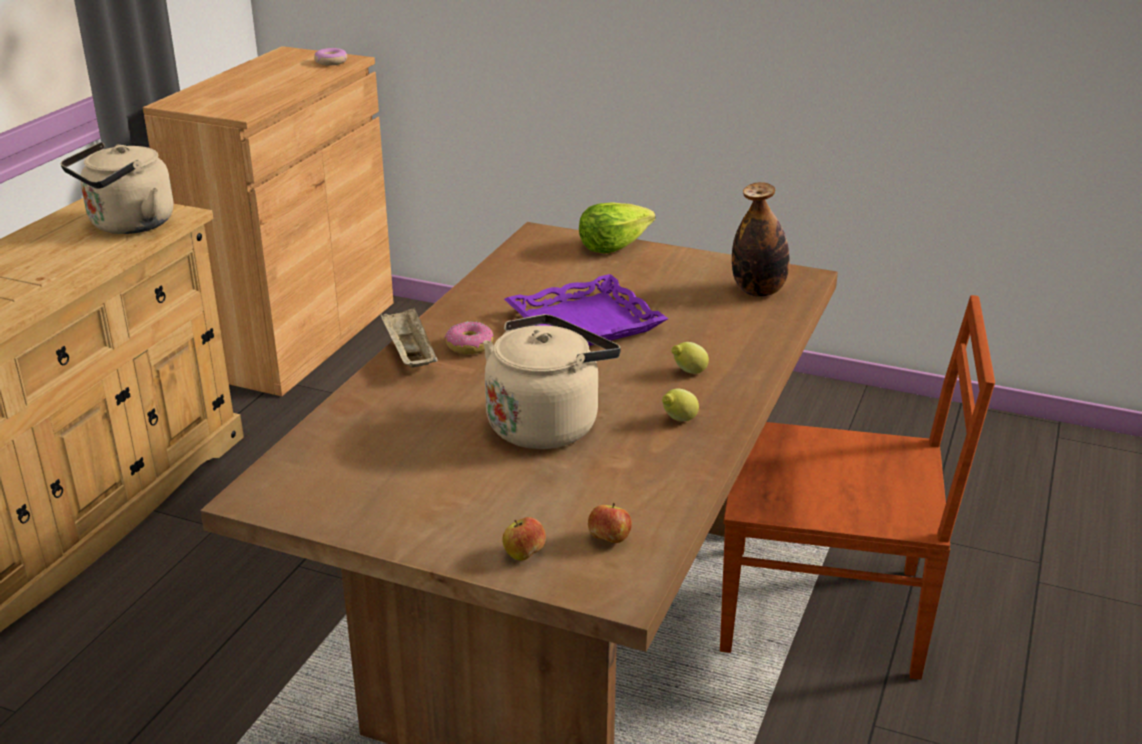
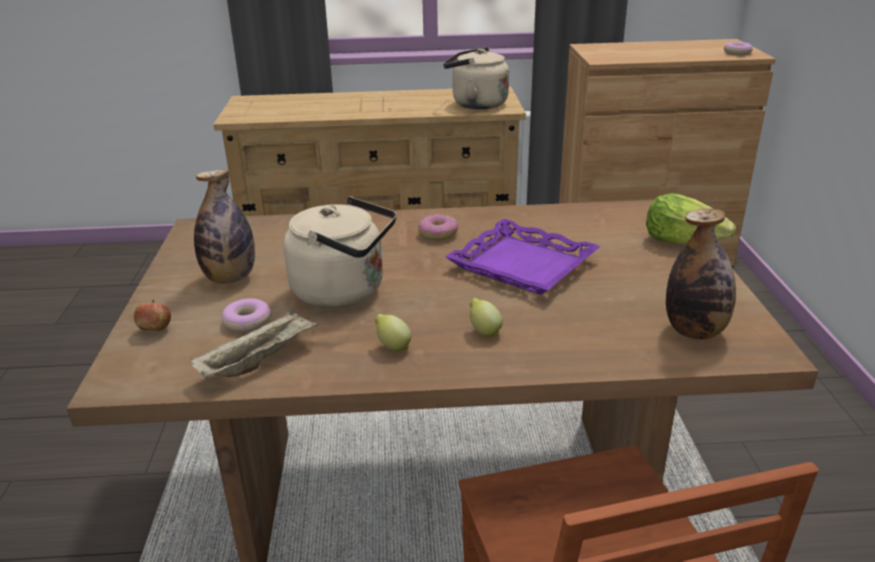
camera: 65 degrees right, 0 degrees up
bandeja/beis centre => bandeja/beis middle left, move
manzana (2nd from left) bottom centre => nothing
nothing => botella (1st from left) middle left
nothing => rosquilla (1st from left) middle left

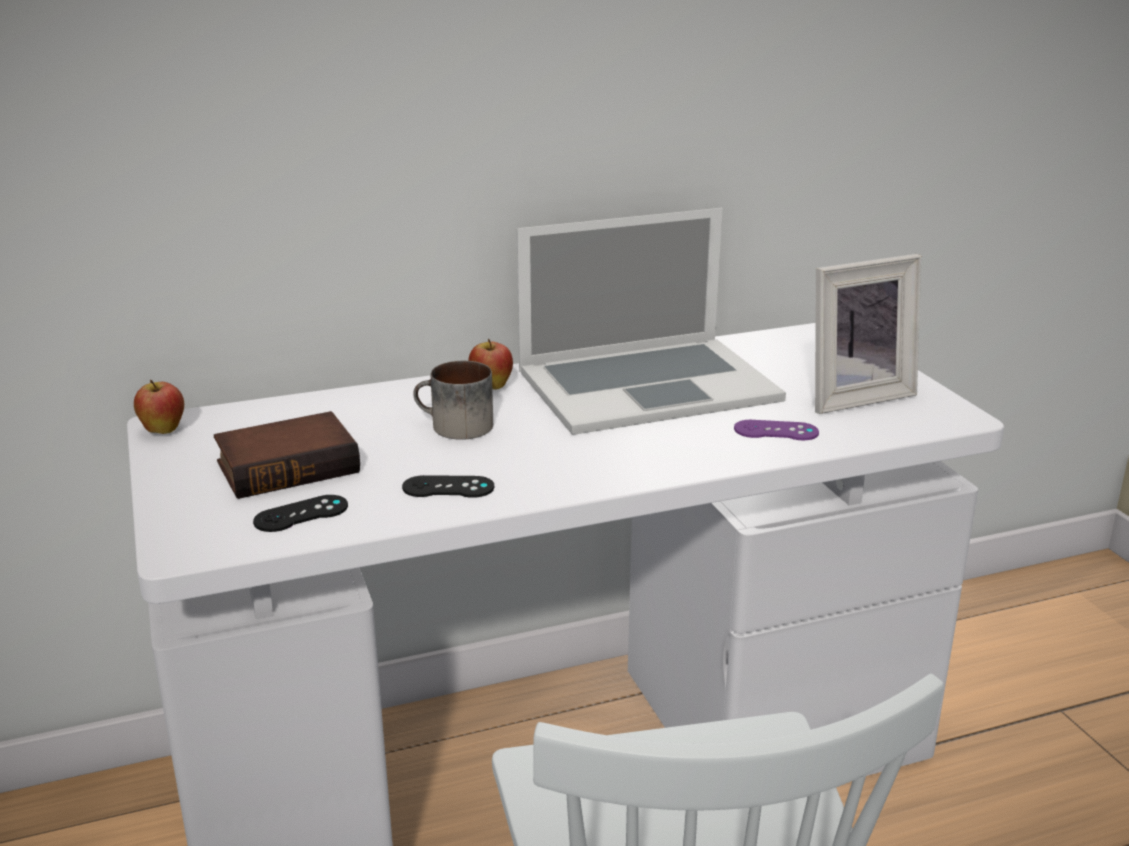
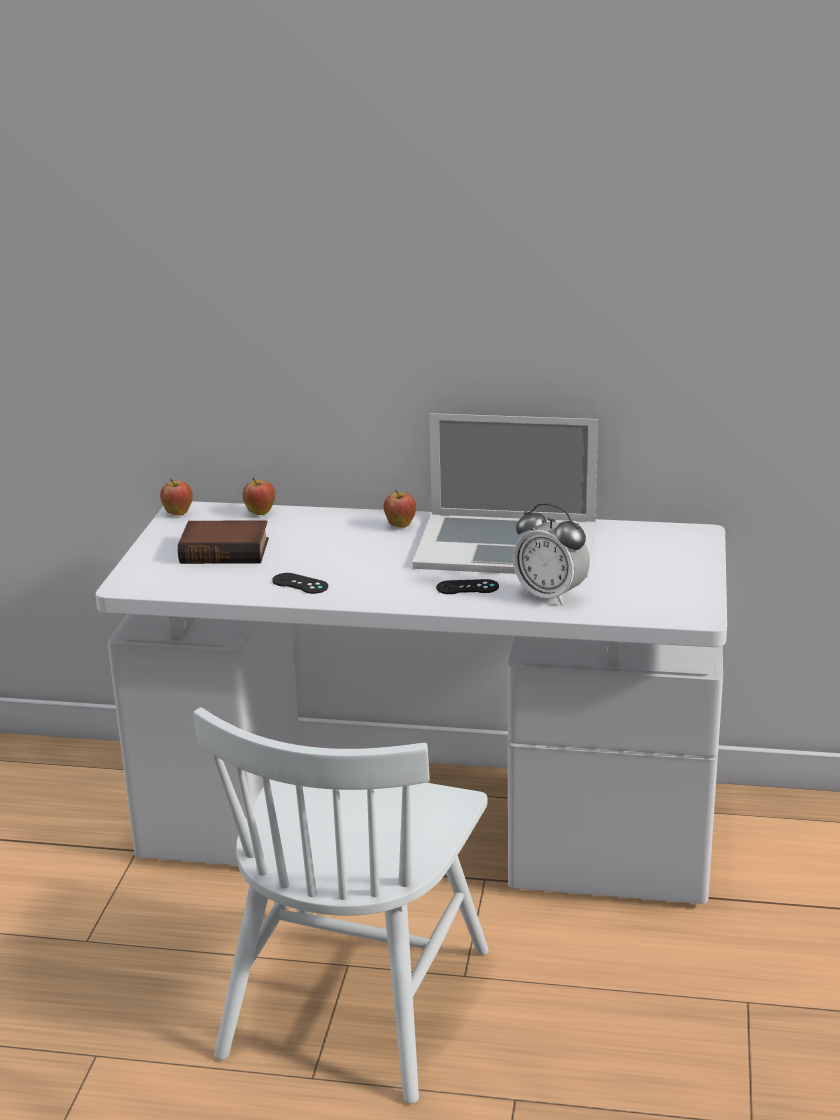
camera: 30 degrees right, 0 degrees up
mando de consola/negro (1st from left in the first image) middle left => mando de consola/negro (2nd from left) centre, move
taza grande centre => nothing
mando de consola/morado middle right => despertador centre
portarretratos middle right => nothing
nothing => manzana (2nd from left) middle left

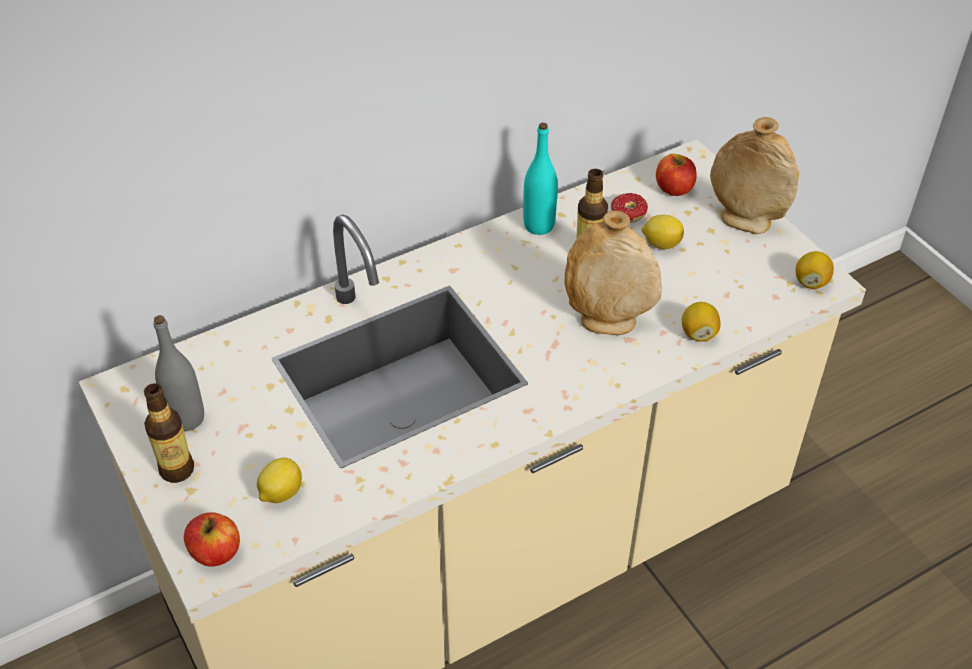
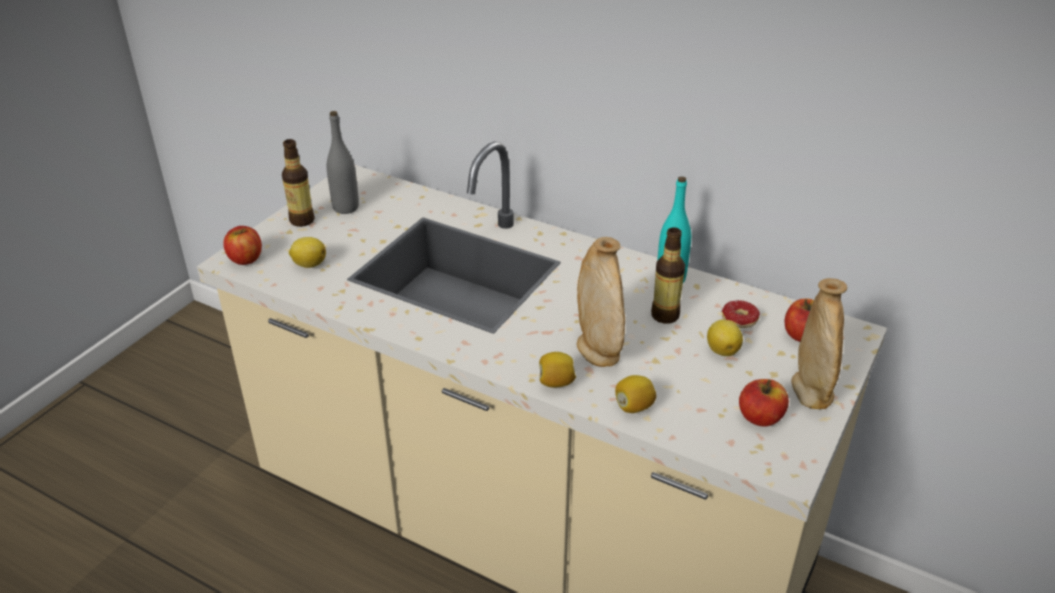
camera: 60 degrees right, 10 degrees down
limón (4th from left in the first image) middle right => limón (2nd from left) centre, move
nothing => manzana (2nd from left) bottom right

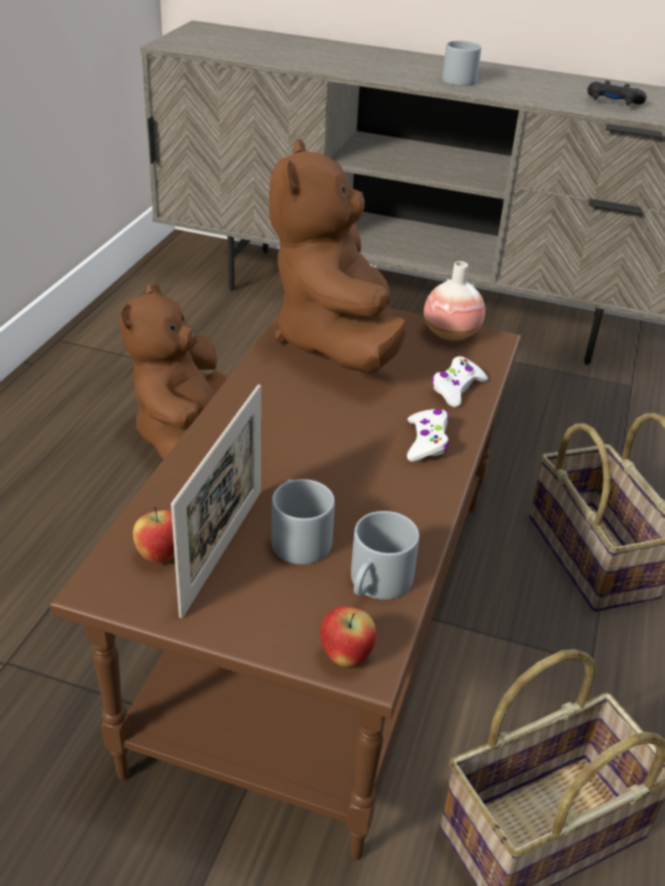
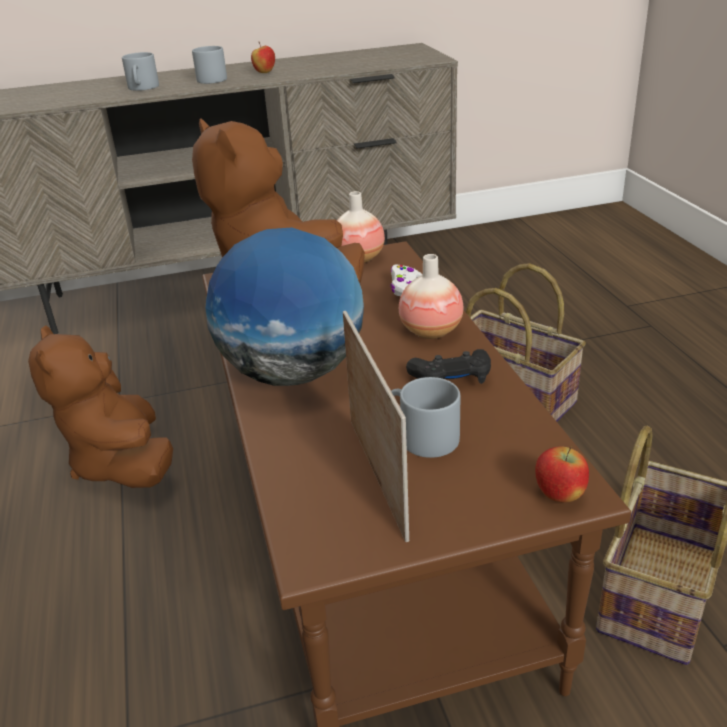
camera: 30 degrees left, 5 degrees down
manzana (1st from left) middle left => manzana (1st from left) top centre, move
taza grande/gris (2nd from left in the first image) centre => taza grande/gris (1st from left) top left, move
mando de consola/blanco (1st from left) centre => florero (2nd from left) centre
mando de consola/negro top right => mando de consola/negro centre, move
nothing => globo terráqueo centre

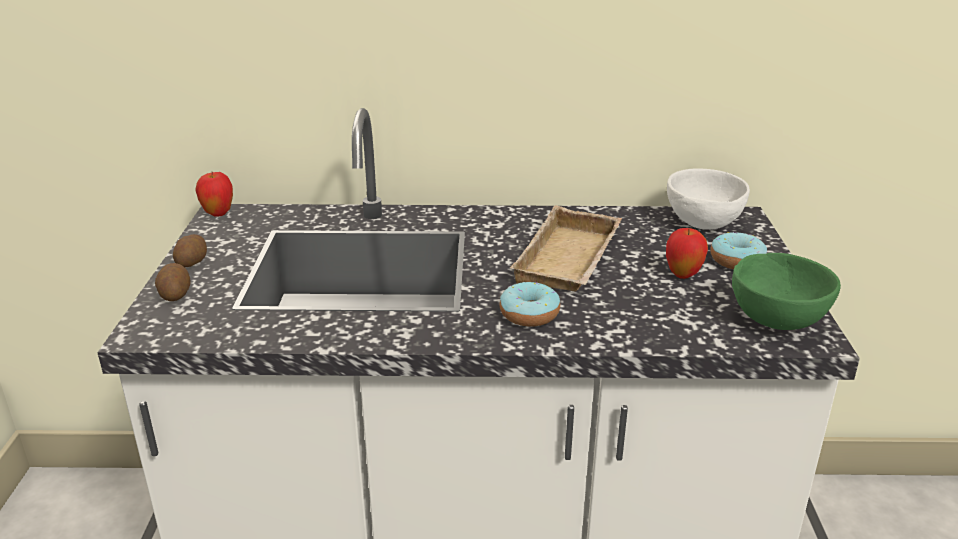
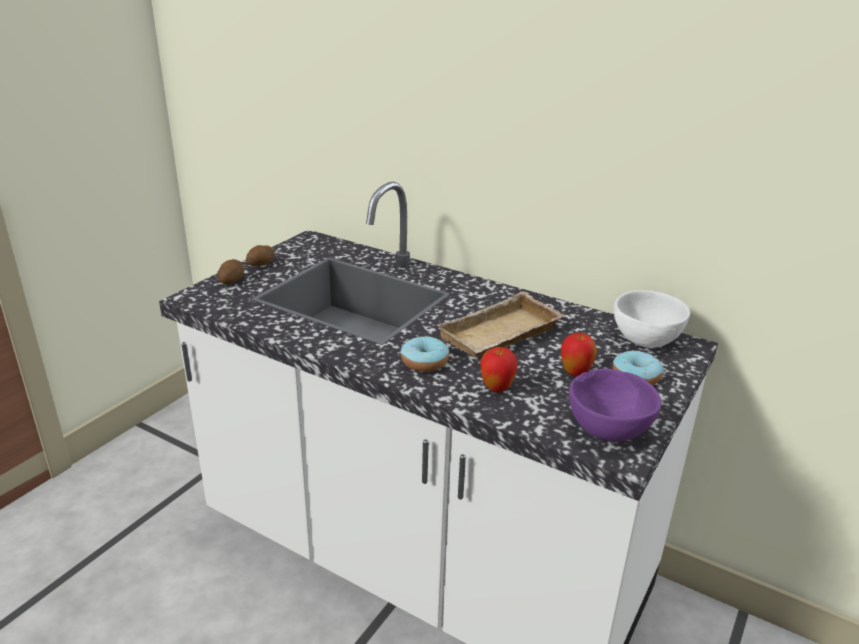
camera: 30 degrees right, 0 degrees up
manzana (1st from left) middle left => manzana (1st from left) centre, move
cuenco/verde middle right => cuenco/morado middle right

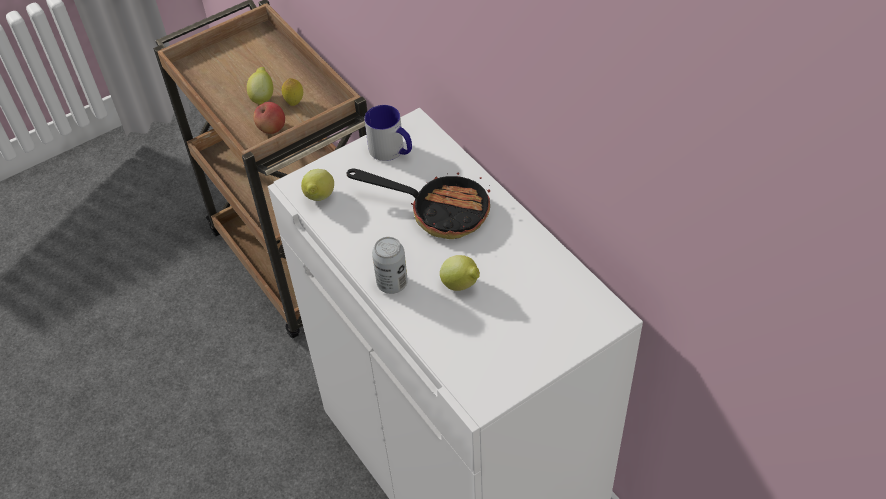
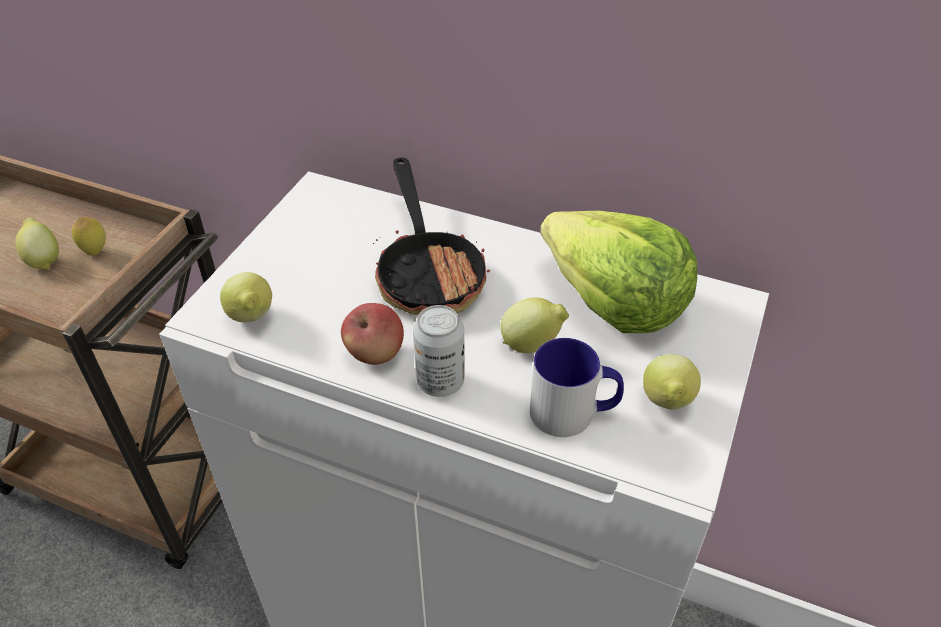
camera: 35 degrees left, 5 degrees down
manzana top left => manzana centre, move
sartén centre, 90 degrees clockwise
taza grande top centre => taza grande centre, move
nothing => lechuga centre
nothing => limón (5th from left) middle right

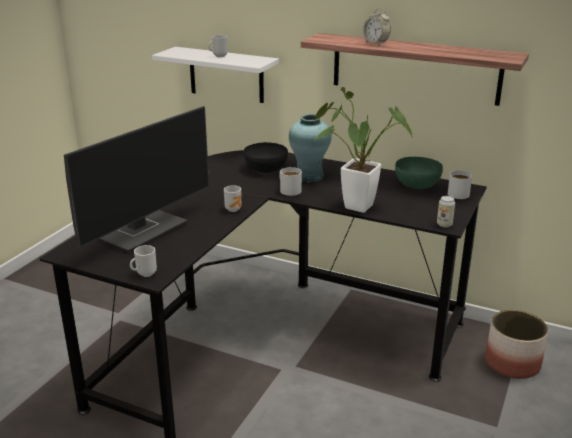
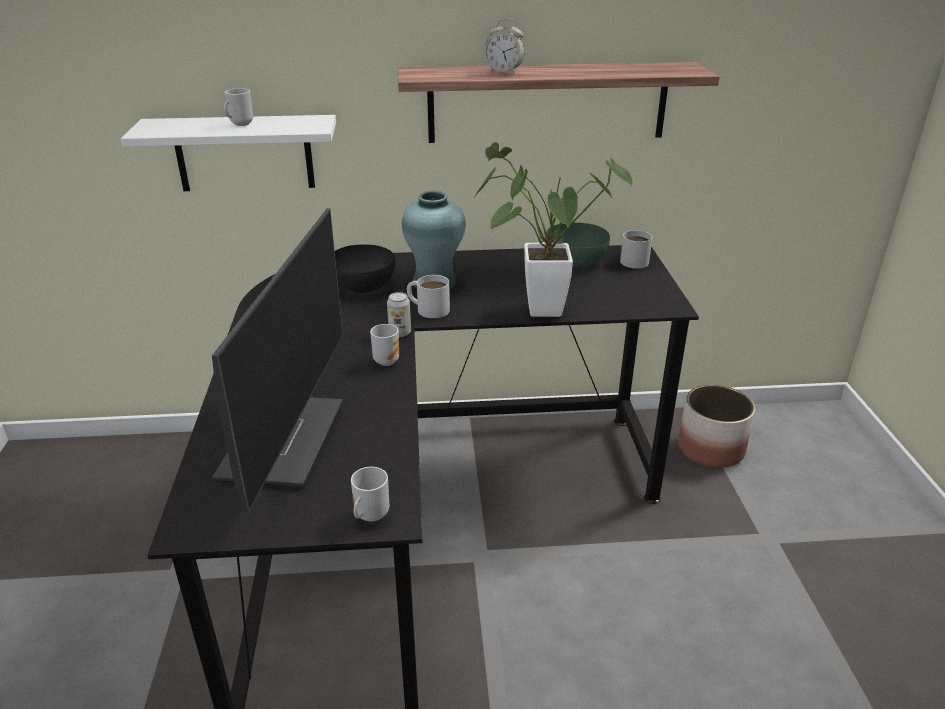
camera: 30 degrees left, 5 degrees up
lata middle right => lata centre, move

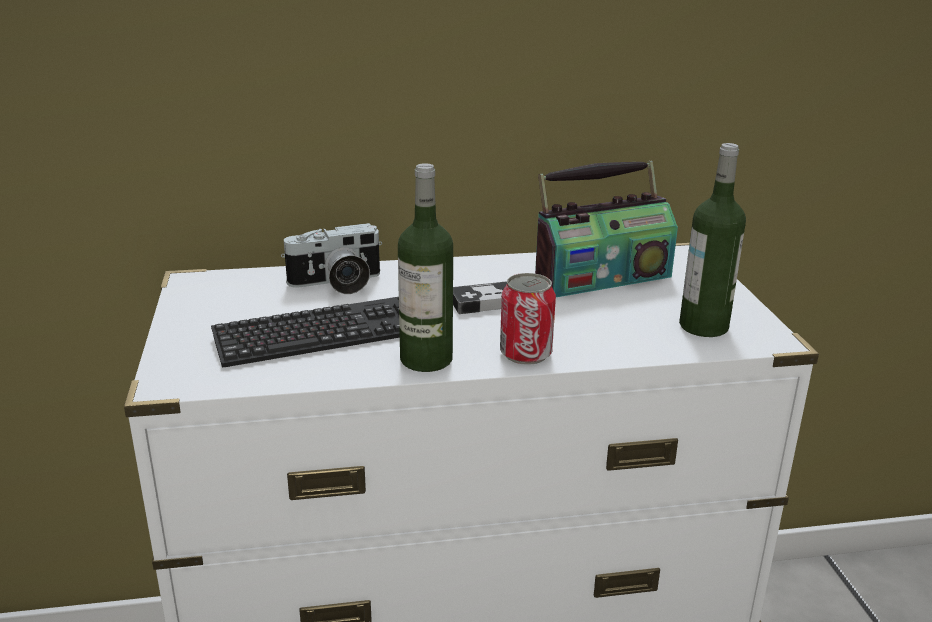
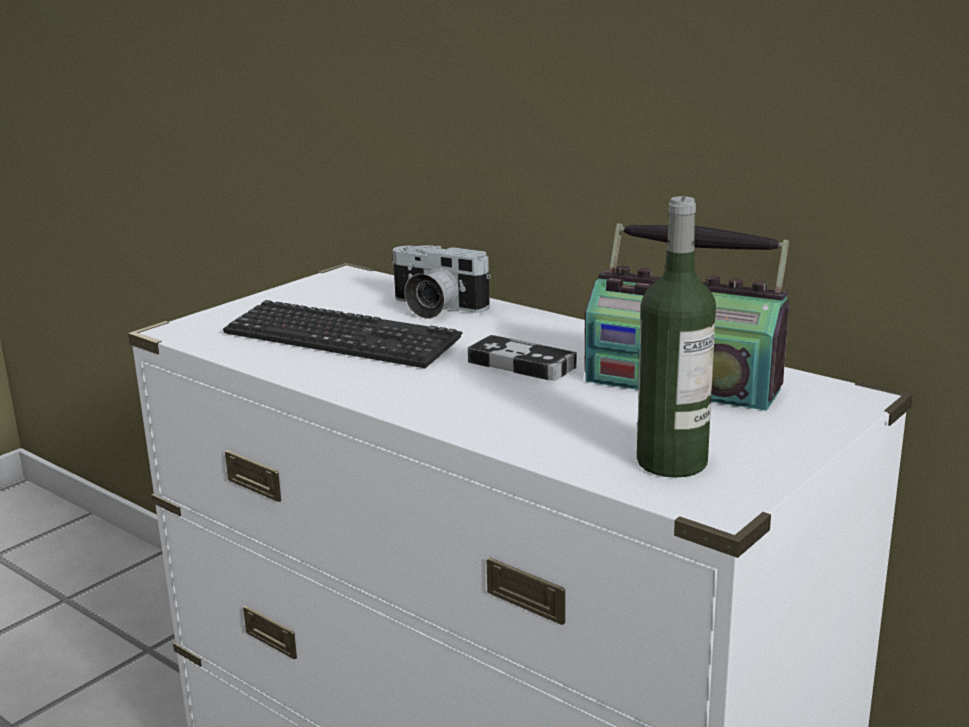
camera: 50 degrees right, 5 degrees down
botella (1st from left) centre => nothing
lata centre => nothing

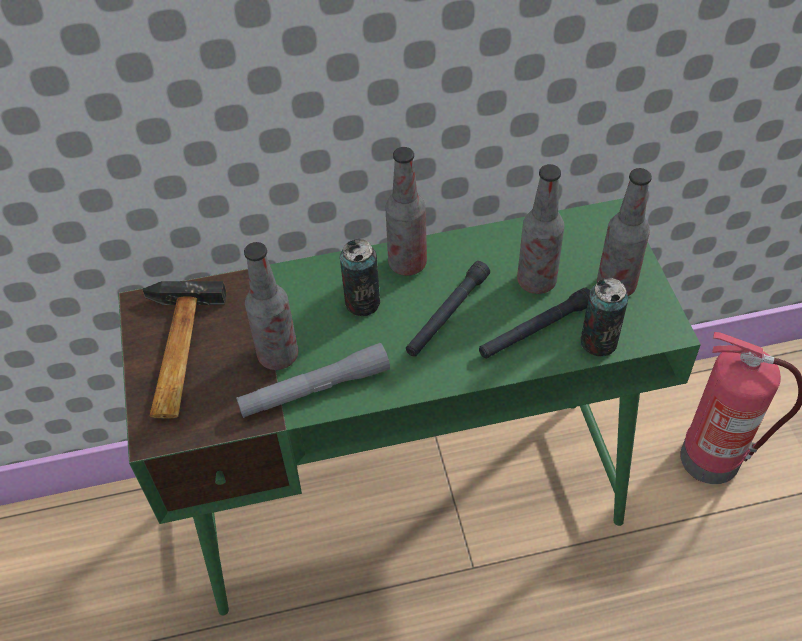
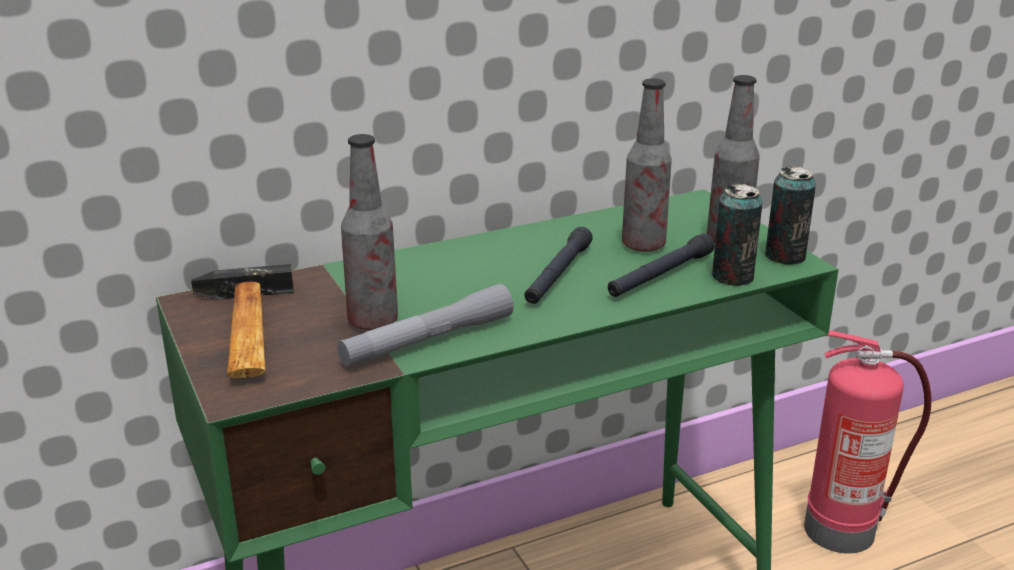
camera: 15 degrees left, 25 degrees down
lata (1st from left in the first image) centre => lata (2nd from left) middle right, move
botella (2nd from left) top centre => nothing

